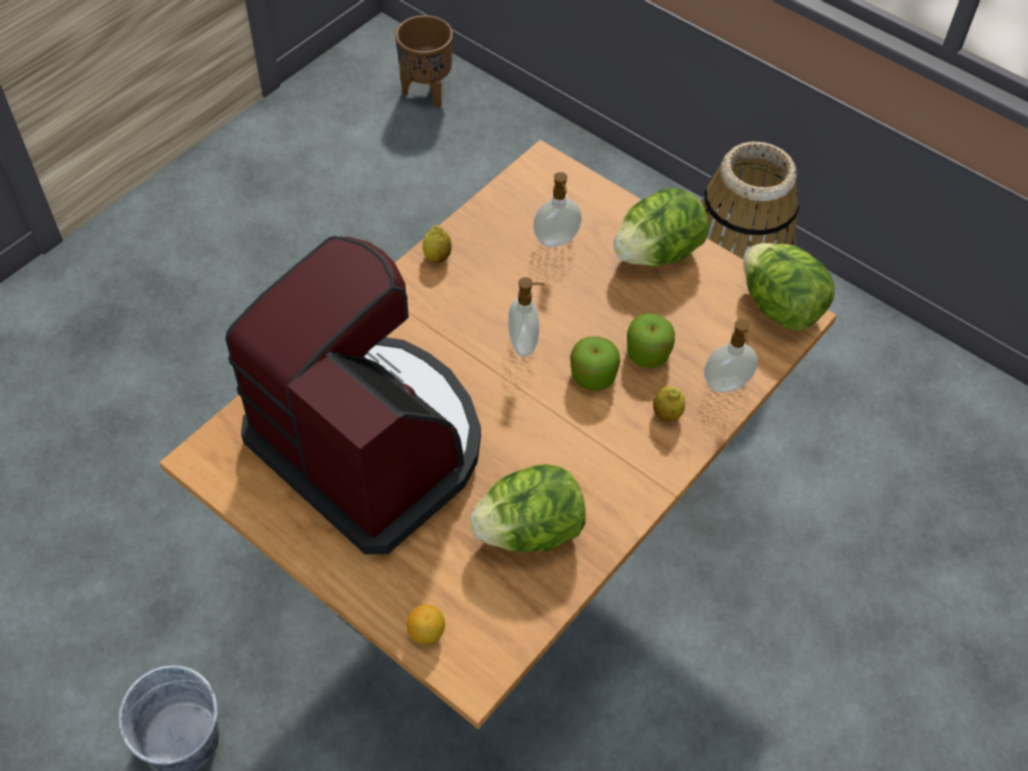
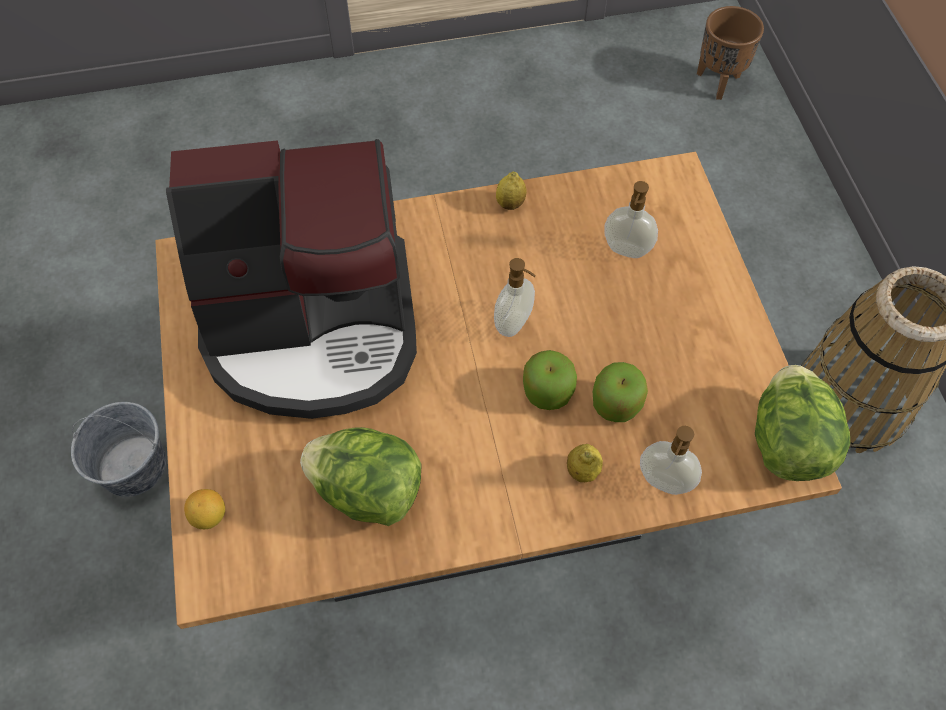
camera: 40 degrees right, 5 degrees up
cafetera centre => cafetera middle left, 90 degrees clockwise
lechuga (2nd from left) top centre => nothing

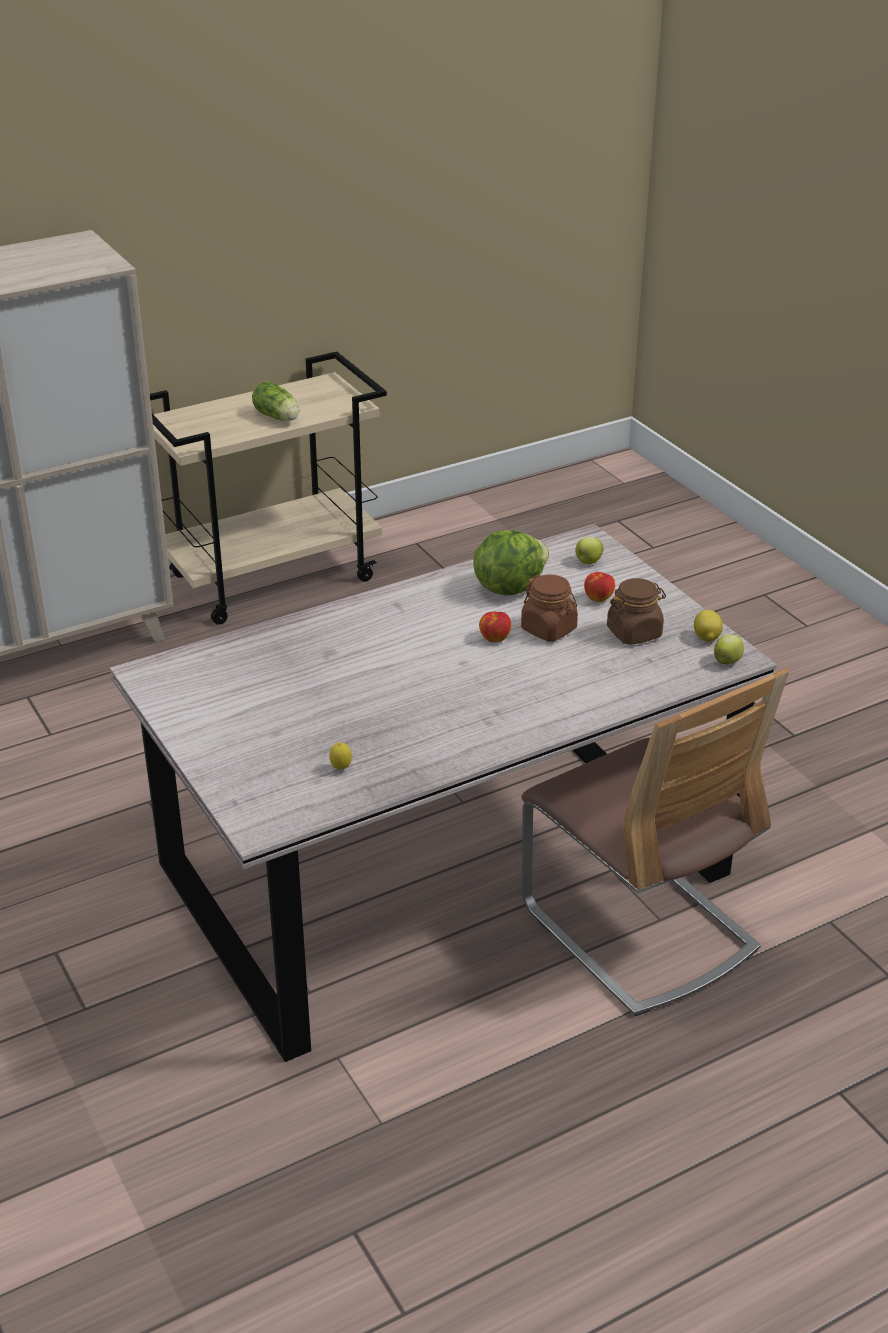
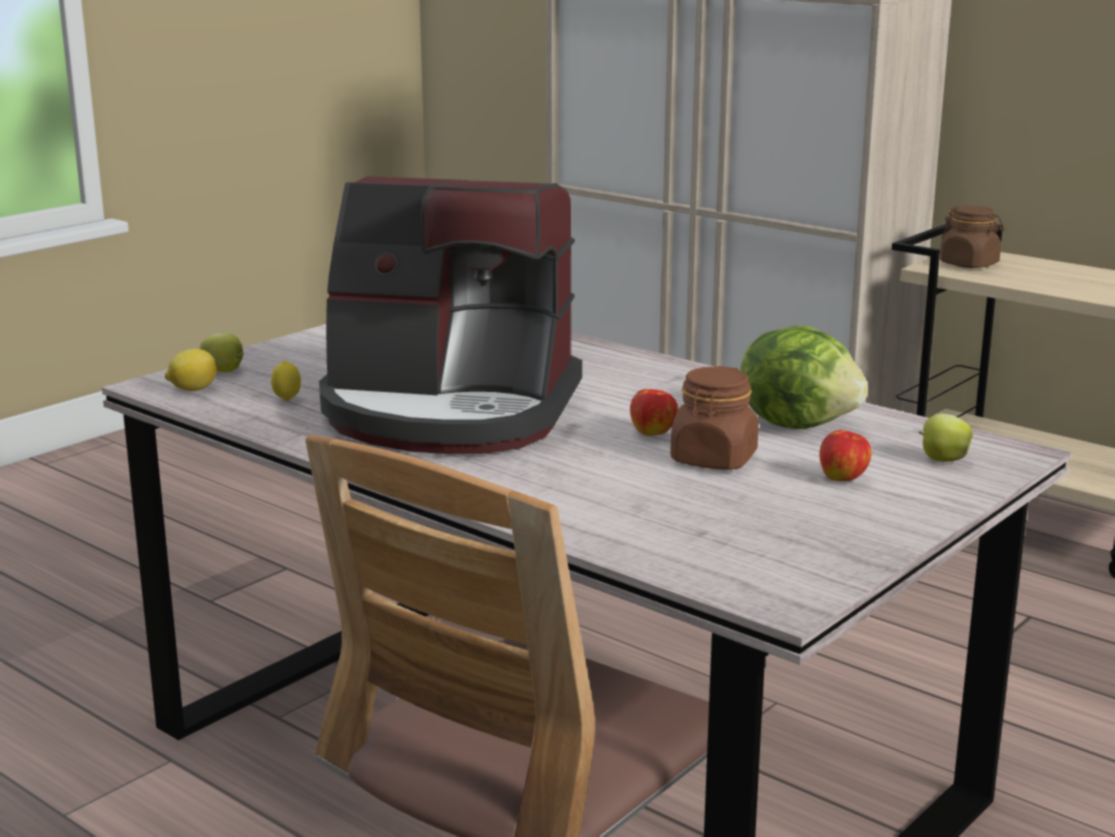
camera: 70 degrees right, 15 degrees down
lechuga (1st from left) top left => nothing
tarro/marrón (2nd from left) middle right => tarro/marrón (2nd from left) top right, move
limón (2nd from left in the first image) middle right => limón (1st from left) middle left, move
manzana (4th from left in the first image) middle right => manzana (1st from left) middle left, move
nothing => cafetera centre

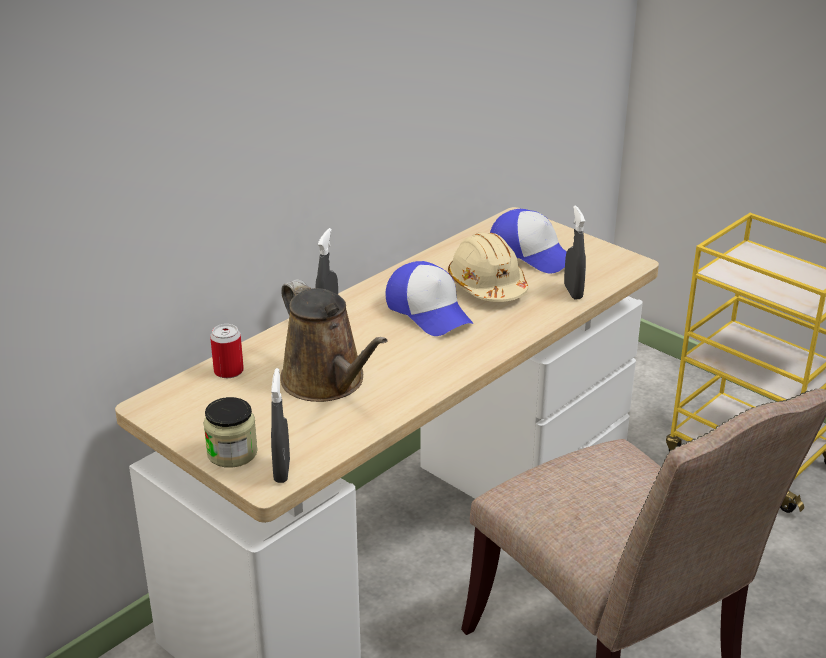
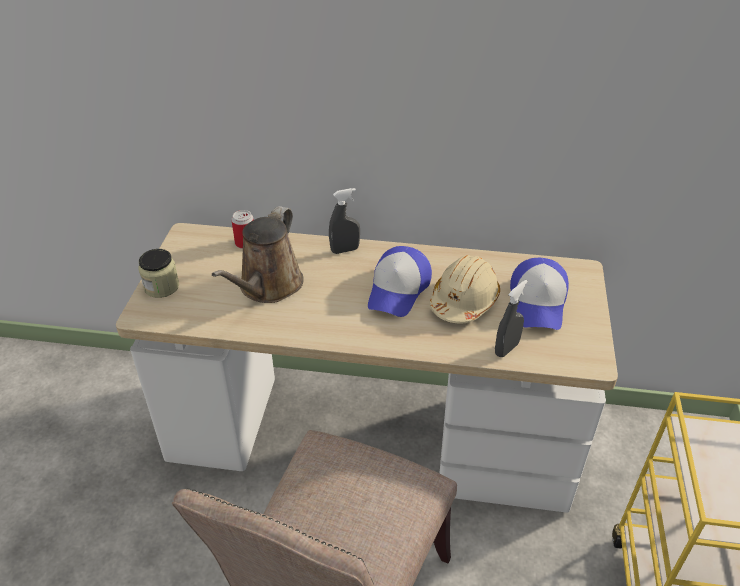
camera: 55 degrees right, 10 degrees up
pulverizador/gris (1st from left) centre => nothing

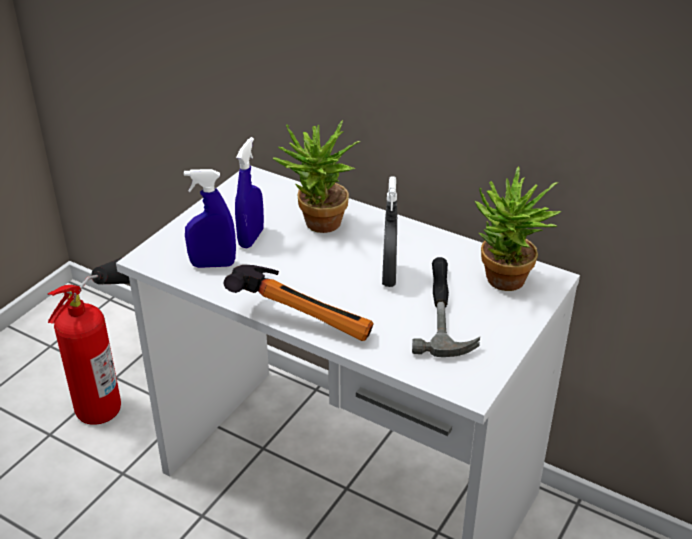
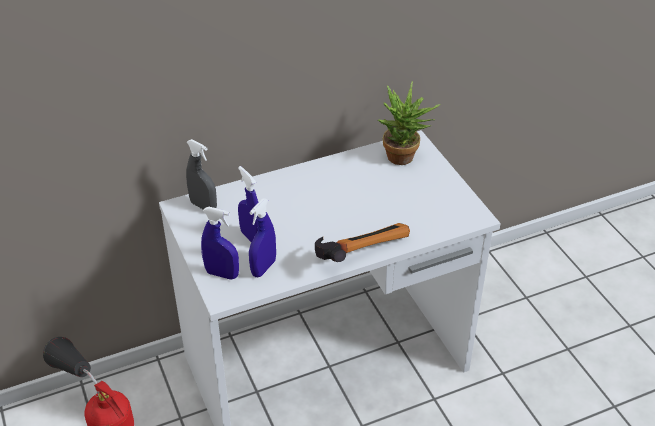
camera: 55 degrees left, 5 degrees up
planta en maceta (1st from left) top centre => nothing
pulverizador/gris centre => pulverizador/gris middle left, move
martillo (2nd from left) centre => nothing
nothing => pulverizador/azul (1st from left) centre

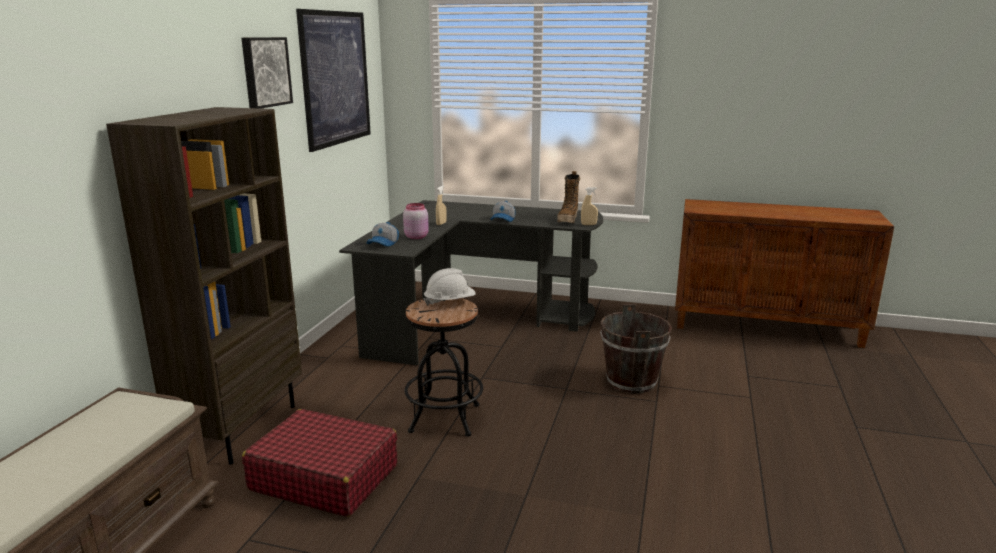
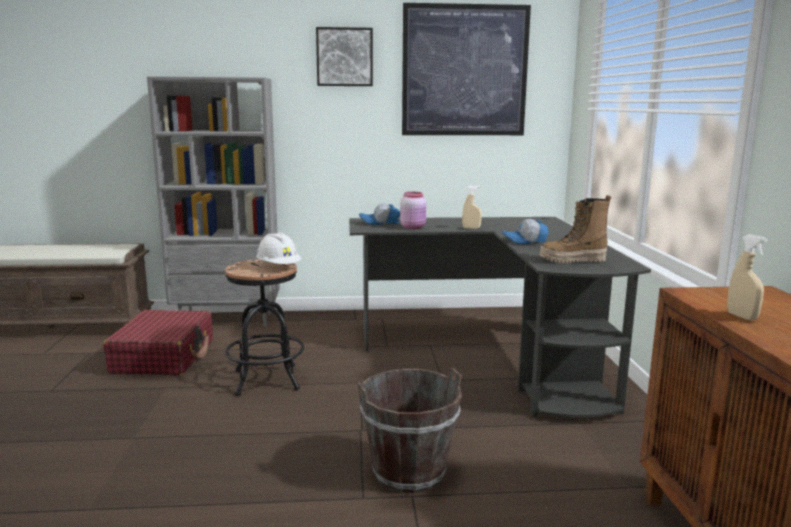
camera: 70 degrees right, 5 degrees down
estantería/marrón middle left => estantería/gris middle left
pulverizador/beis (2nd from left) centre => pulverizador/beis (2nd from left) middle right, move

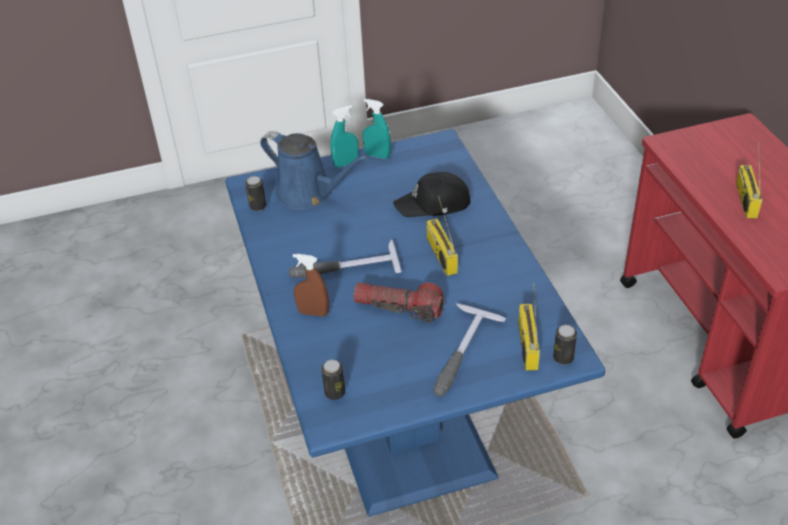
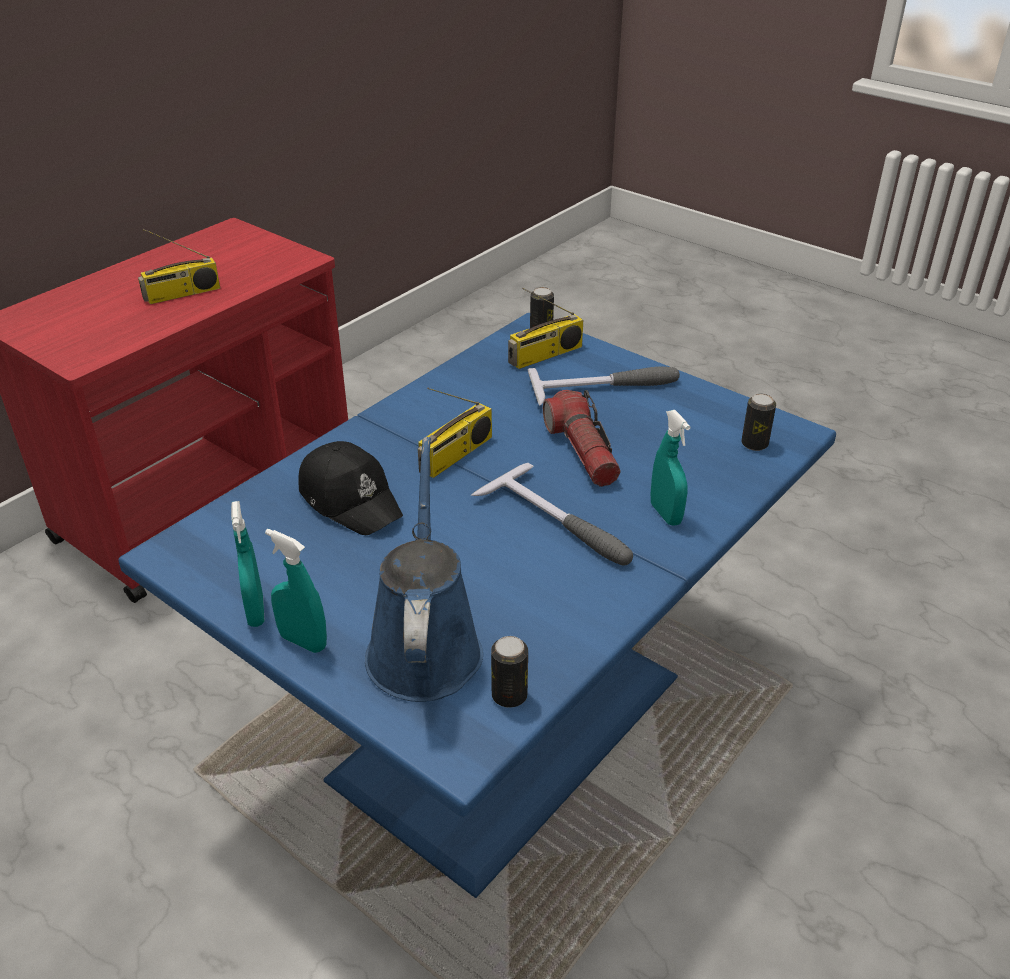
camera: 125 degrees left, 5 degrees down
pulverizador/marrón centre => pulverizador/turquesa (3rd from left) centre

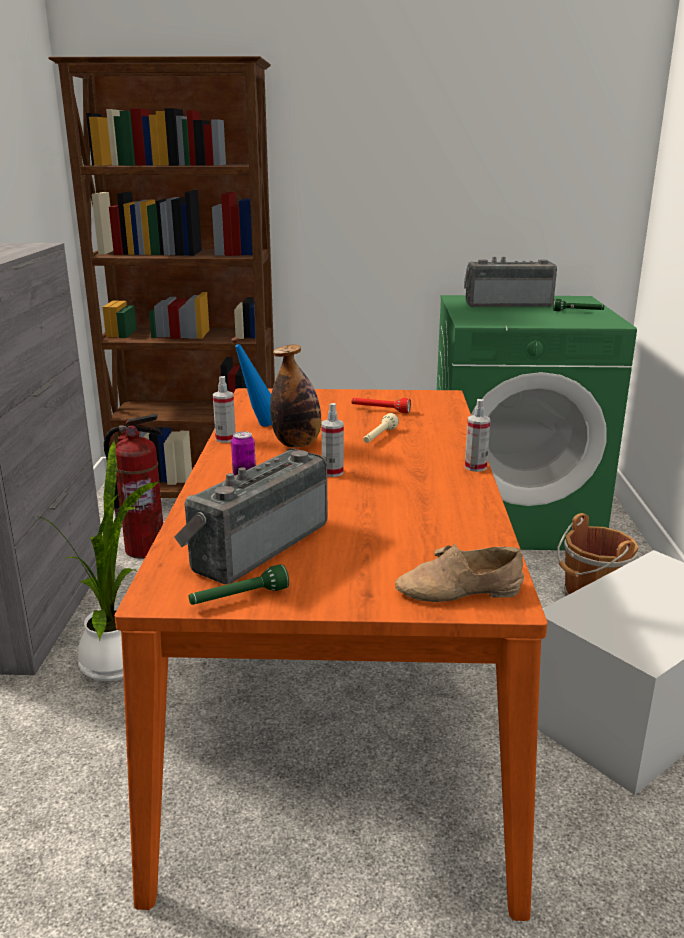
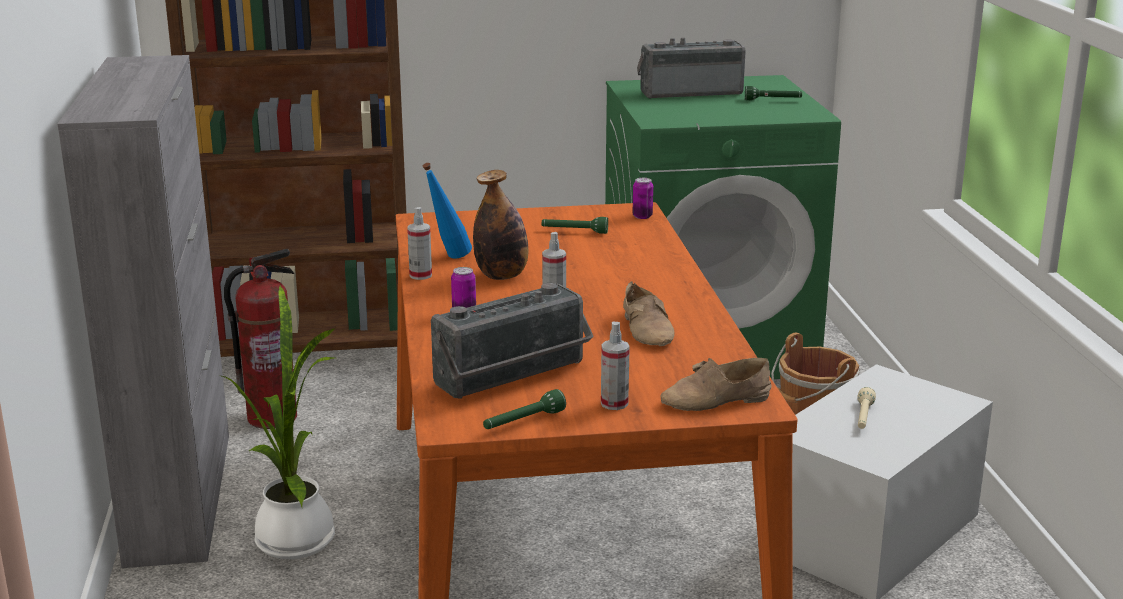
camera: 10 degrees left, 0 degrees up
radio (1st from left) centre, 150 degrees counterclockwise
linterna/rojo centre => linterna/verde (2nd from left) centre
linterna/beis centre => linterna/beis bottom right, move
pulverizador (3rd from left) middle right => pulverizador (3rd from left) centre, move
nothing => zapato/beis (1st from left) centre
nothing => lata (2nd from left) top centre

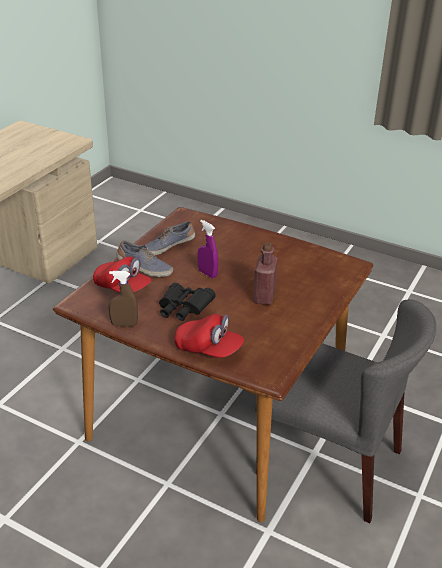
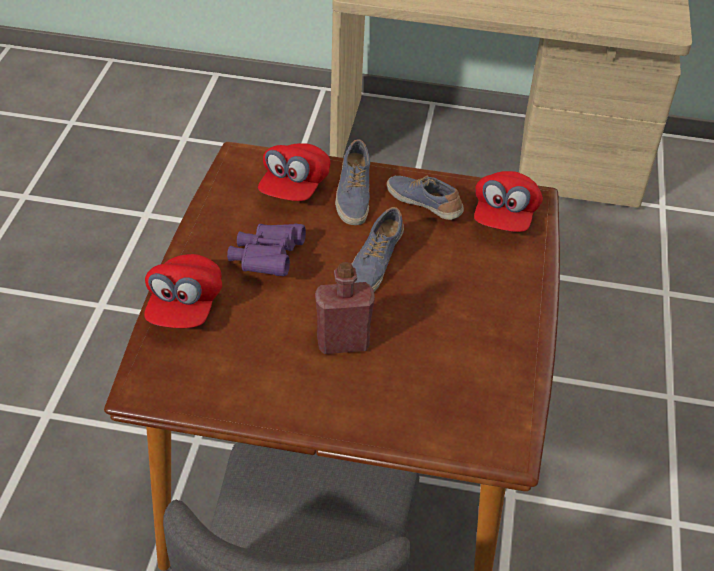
camera: 70 degrees right, 10 degrees up
pulverizador/marrón middle left => nothing
prismáticos/negro centre => prismáticos/morado centre
pulverizador/morado centre => zapato (2nd from left) centre
nothing => gorra/rojo (3rd from left) middle right

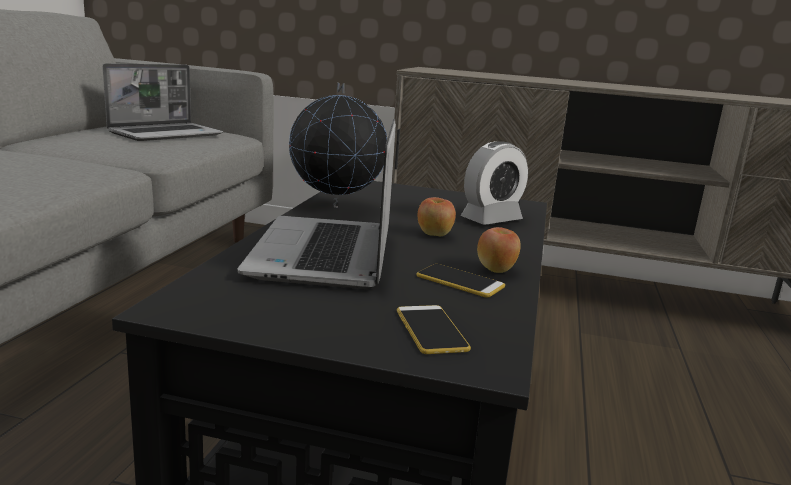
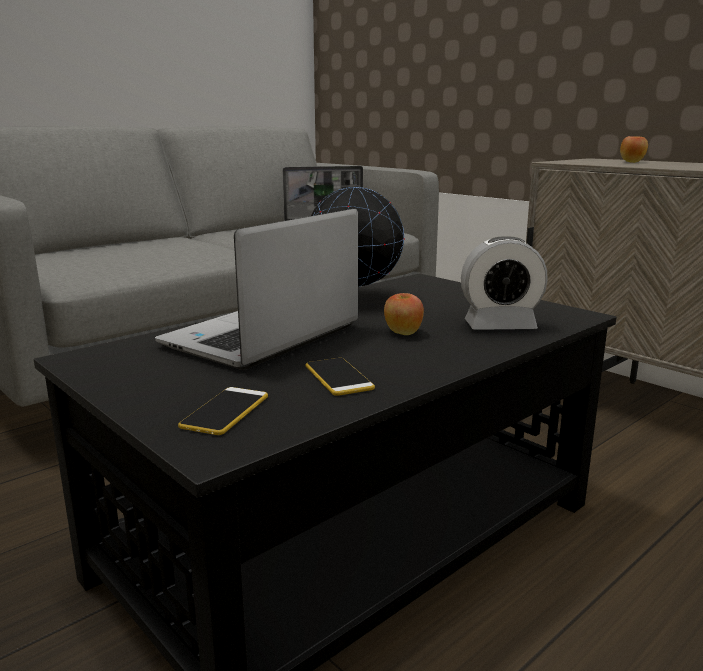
camera: 35 degrees right, 0 degrees up
manzana (2nd from left) centre => manzana (2nd from left) top right, move

